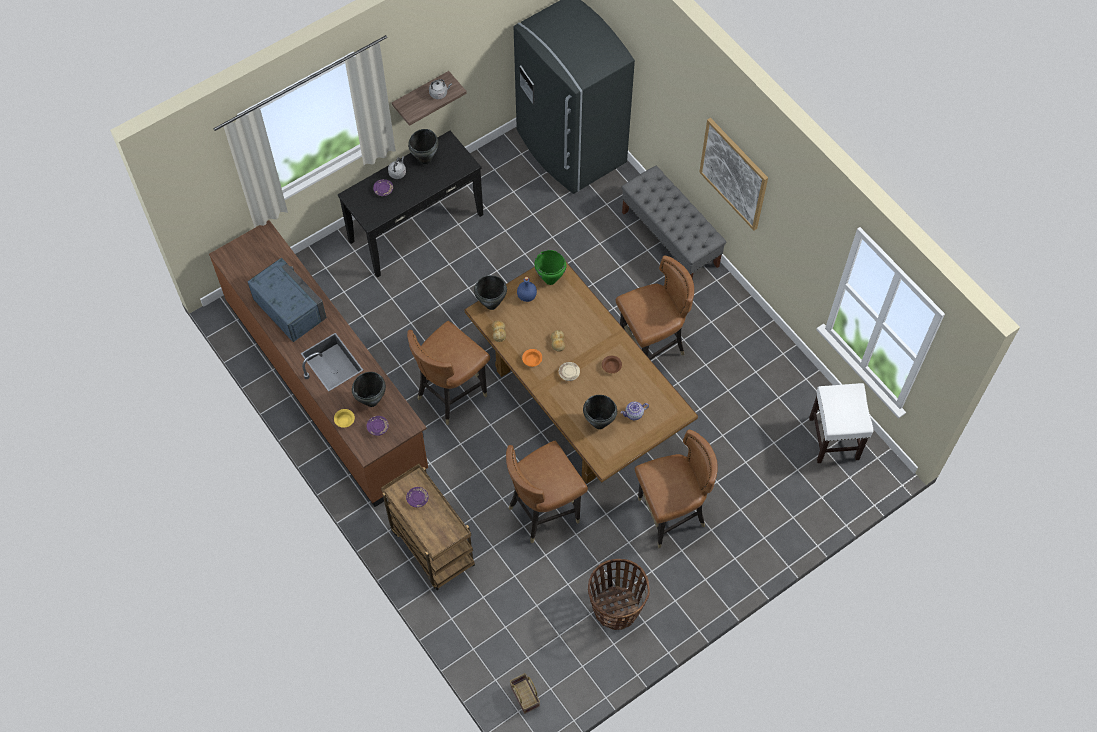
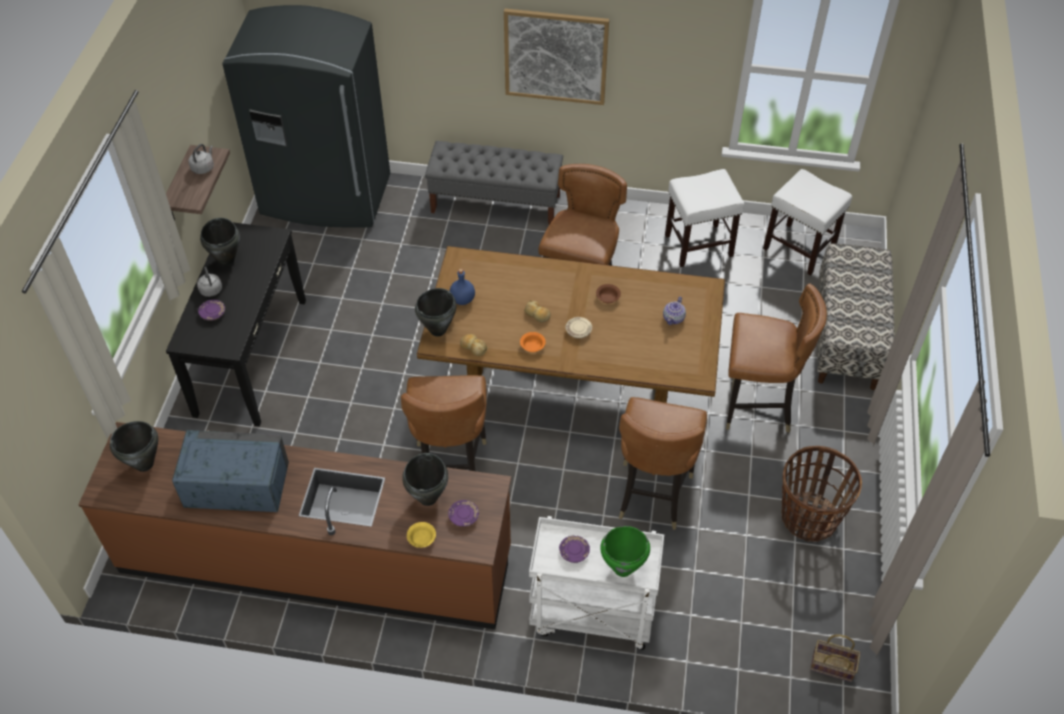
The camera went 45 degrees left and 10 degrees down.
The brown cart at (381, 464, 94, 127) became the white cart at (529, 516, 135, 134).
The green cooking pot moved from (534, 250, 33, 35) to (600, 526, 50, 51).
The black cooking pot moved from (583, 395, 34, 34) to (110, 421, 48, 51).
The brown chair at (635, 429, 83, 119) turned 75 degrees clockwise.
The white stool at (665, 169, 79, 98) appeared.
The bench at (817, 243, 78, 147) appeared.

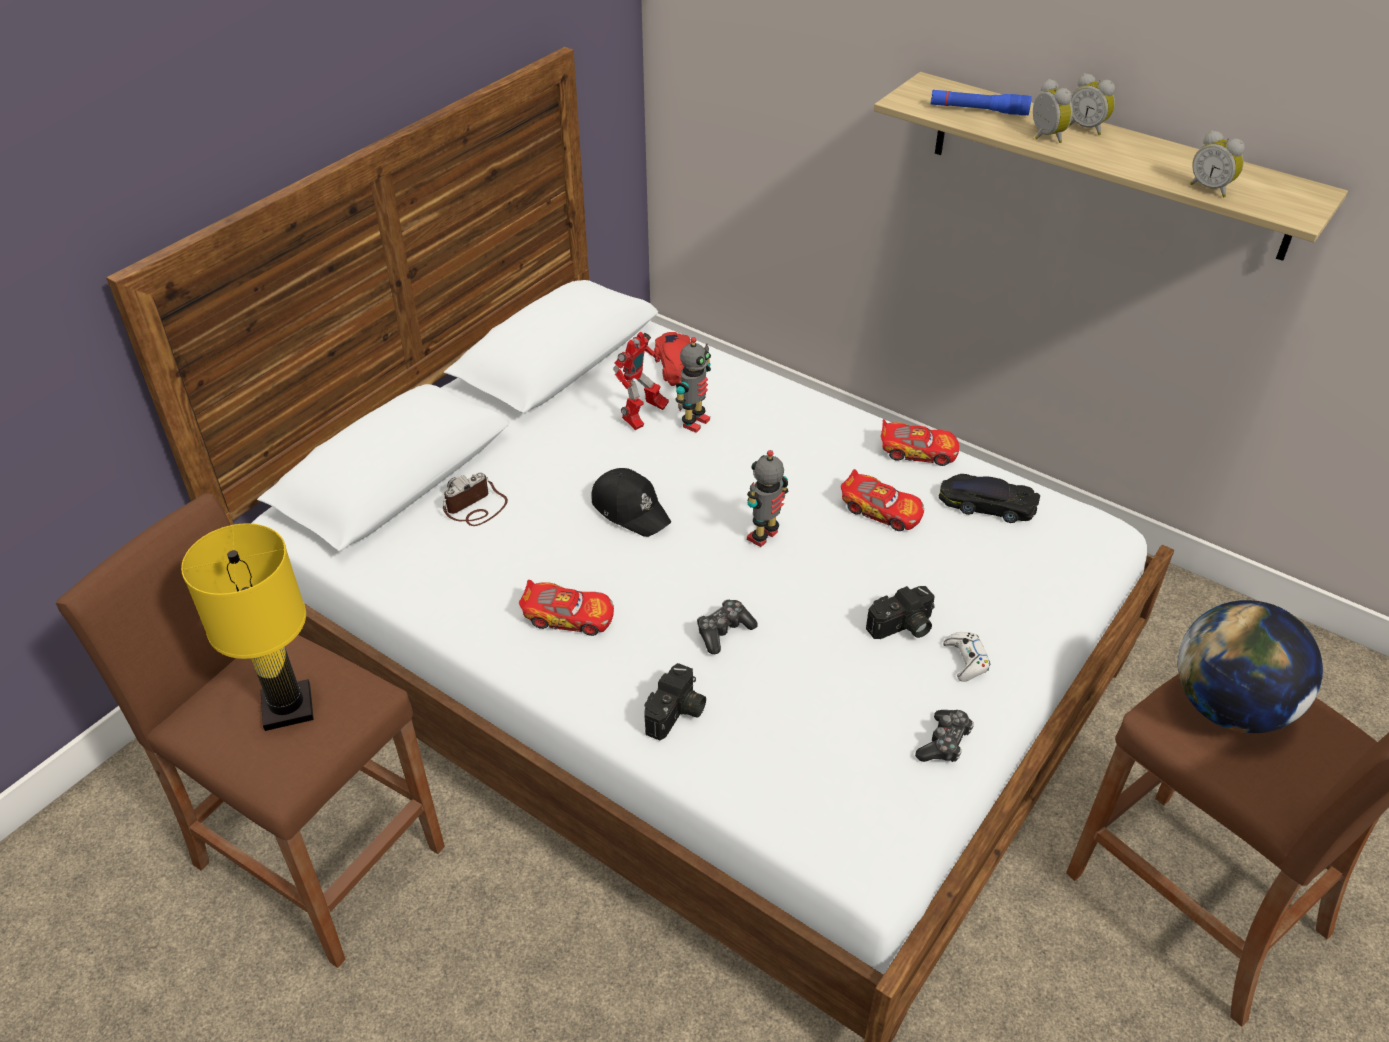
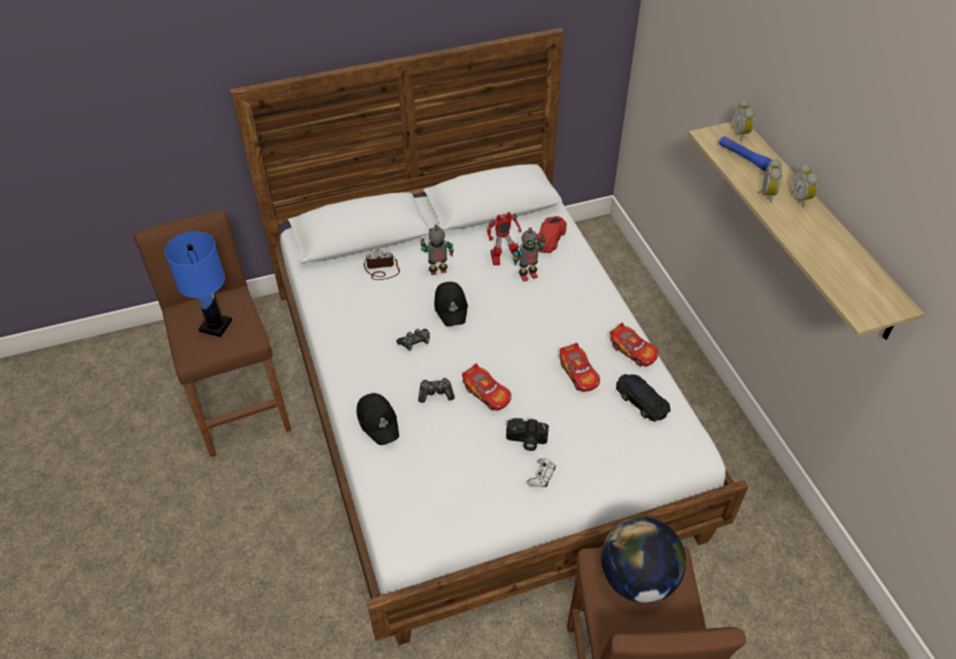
The camera went 35 degrees right and 5 degrees up.
The yellow table lamp at (181, 523, 133, 208) became the blue table lamp at (165, 231, 67, 106).
The toy car moved from (519, 580, 95, 56) to (462, 364, 49, 47).
The photo camera at (645, 663, 61, 77) was replaced by the black cap at (356, 393, 43, 52).
The toy robot moved from (747, 450, 41, 97) to (421, 225, 33, 50).
The game controller moved from (915, 710, 59, 52) to (397, 329, 33, 21).
The alarm clock moved from (1190, 130, 55, 68) to (733, 100, 22, 41).

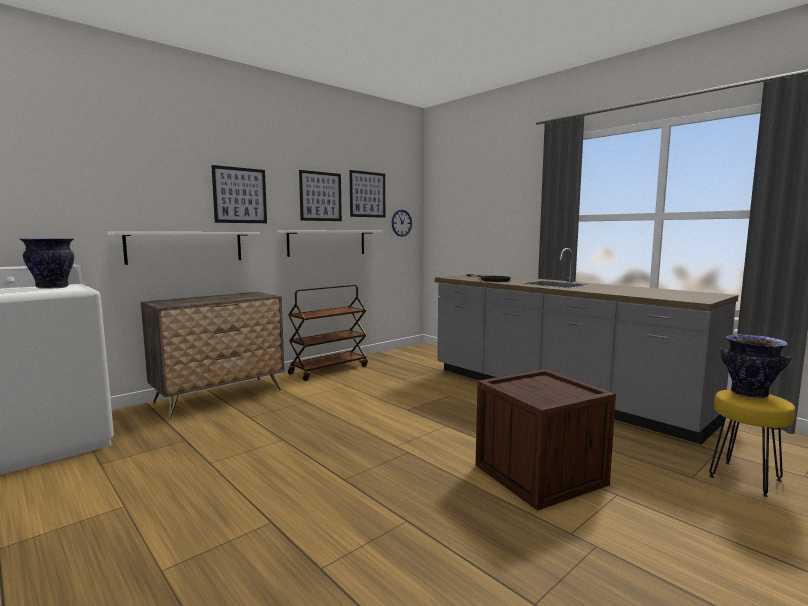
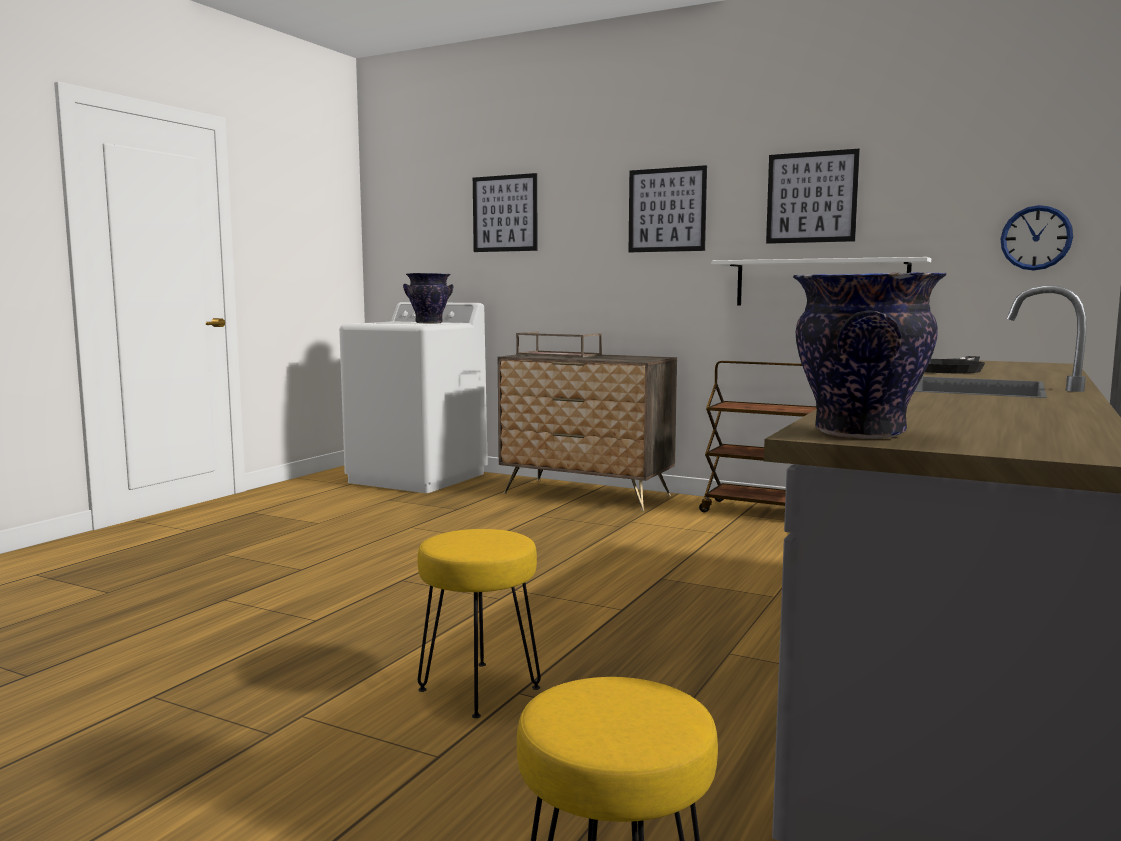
The camera went 70 degrees right and 0 degrees up.
The white shelf at (108, 232, 152, 33) disappeared.
The picture moved from (349, 170, 36, 48) to (473, 173, 65, 79).
The crate at (476, 369, 140, 142) was replaced by the yellow stool at (418, 529, 123, 189).
The vase moved from (720, 334, 72, 65) to (793, 272, 154, 167).
The brown tray at (516, 331, 86, 27) appeared.

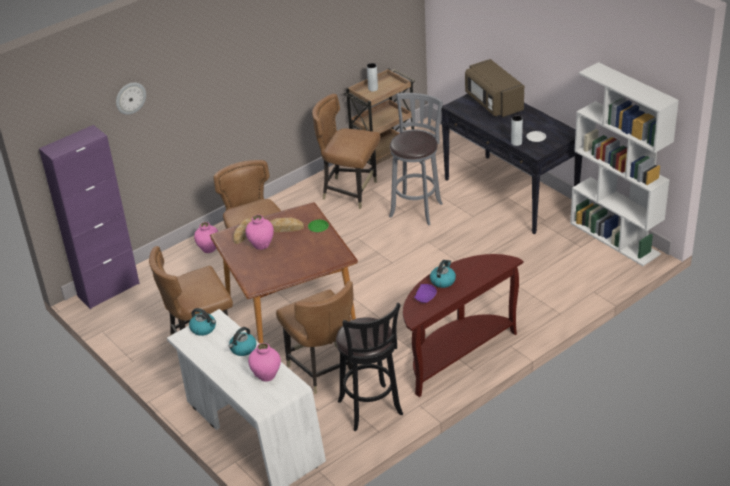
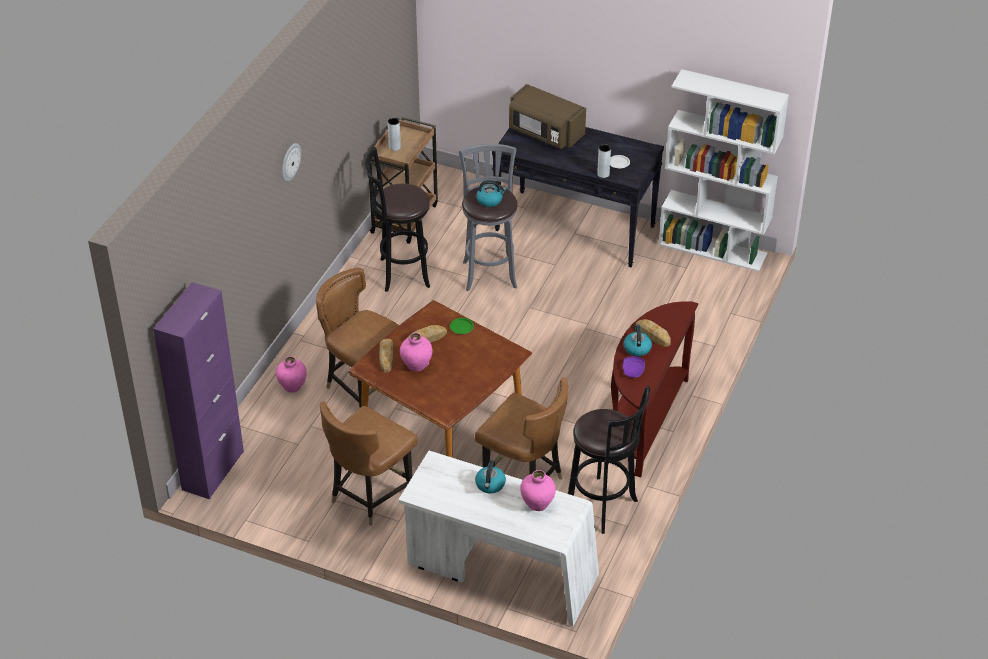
The camera went 30 degrees left and 5 degrees up.
The wall clock moved from (116, 82, 30, 33) to (282, 143, 19, 39).
The kettle moved from (189, 308, 27, 28) to (476, 180, 30, 27).
The brown chair at (312, 94, 68, 115) was replaced by the black stool at (365, 147, 65, 145).
The bread at (636, 319, 35, 28) appeared.

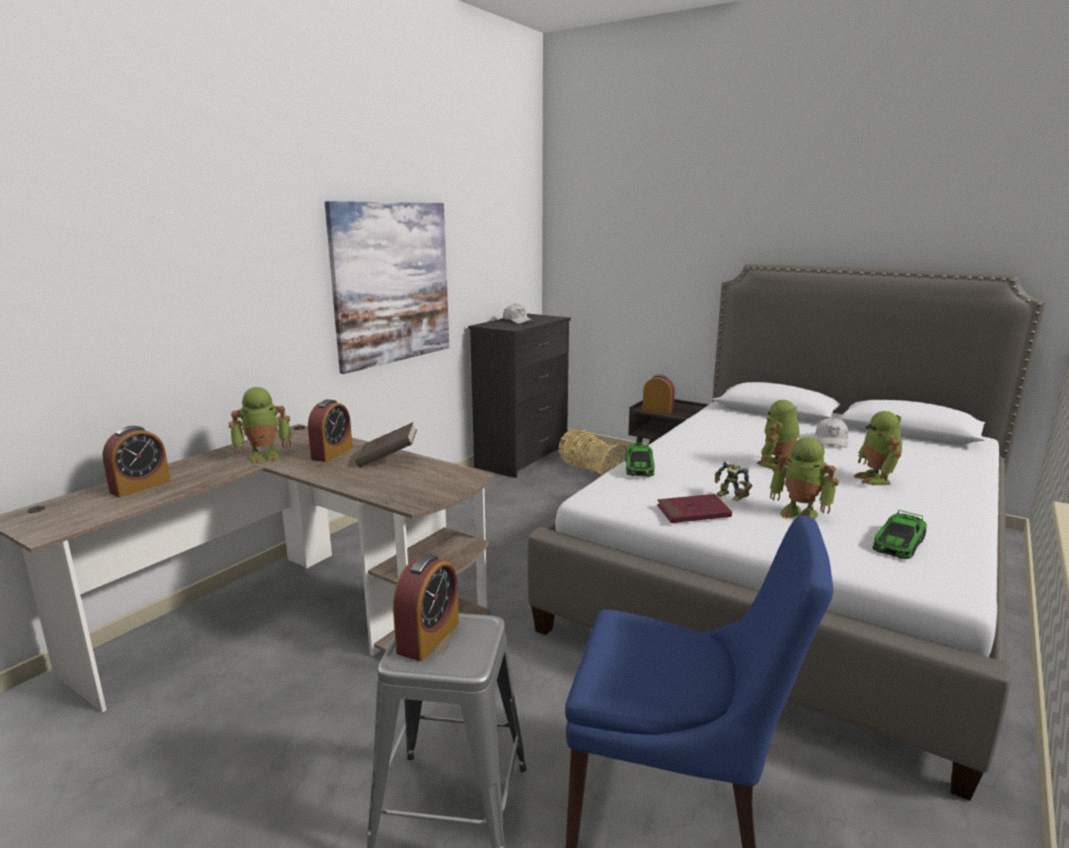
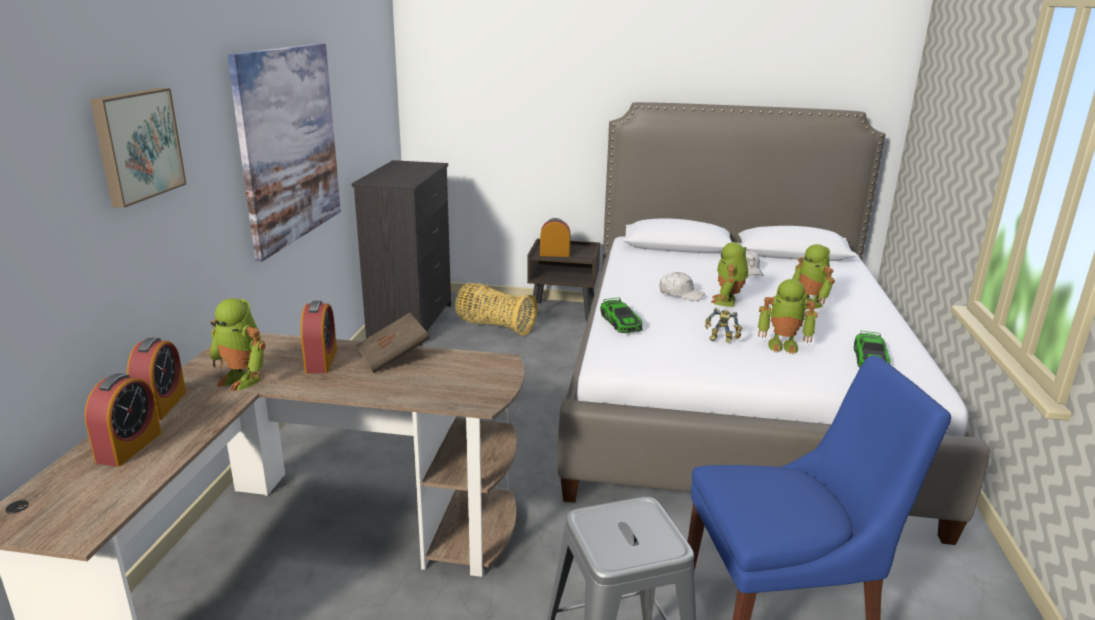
The camera went 25 degrees left and 5 degrees up.
The toy robot at (228, 387, 63, 77) turned 75 degrees clockwise.
The alarm clock moved from (393, 554, 66, 107) to (127, 338, 59, 82).
The white cap moved from (503, 304, 31, 20) to (660, 272, 45, 29).
The red book at (657, 494, 75, 29) disappeared.
The picture at (90, 88, 96, 120) appeared.

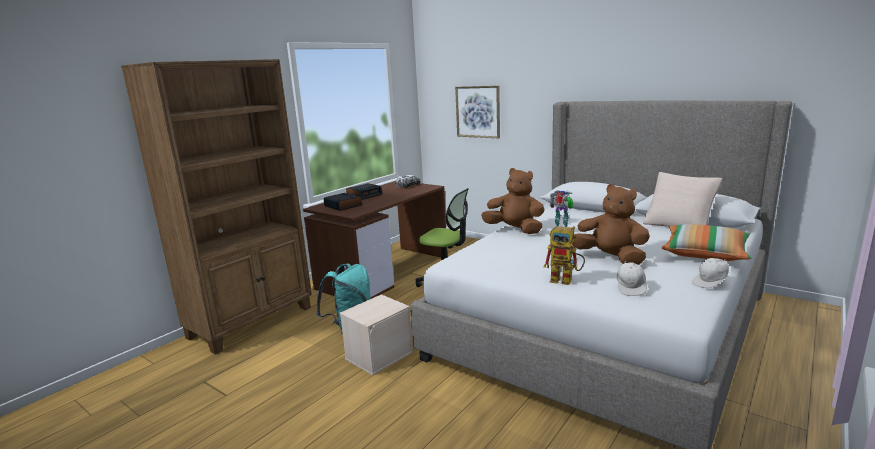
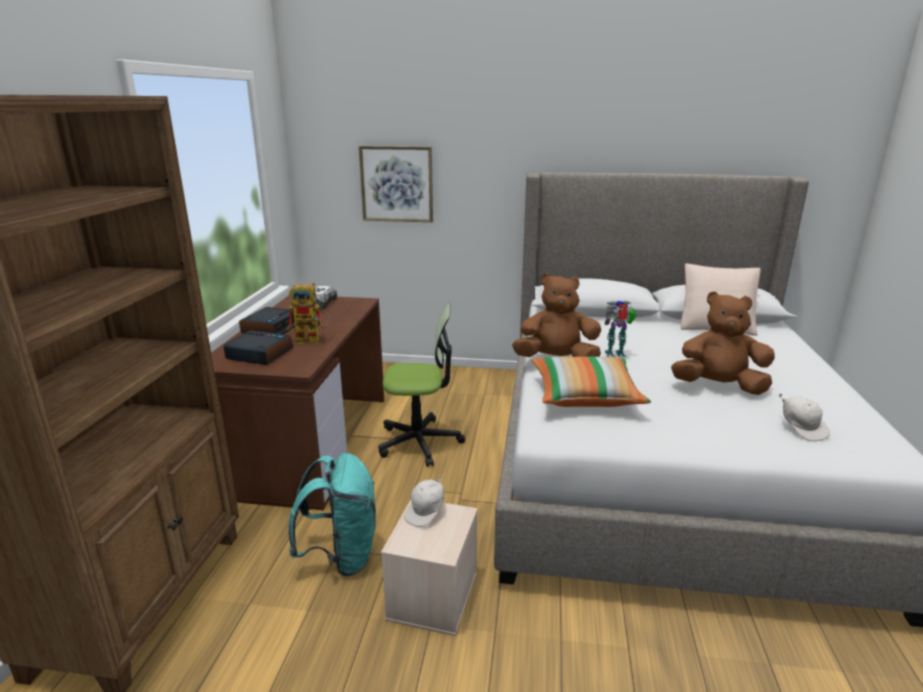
The camera went 30 degrees left and 5 degrees up.
The toy robot moved from (544, 226, 41, 59) to (287, 282, 42, 62).
The pillow moved from (661, 224, 90, 37) to (531, 357, 120, 50).
The white cap moved from (692, 258, 37, 30) to (405, 476, 39, 51).

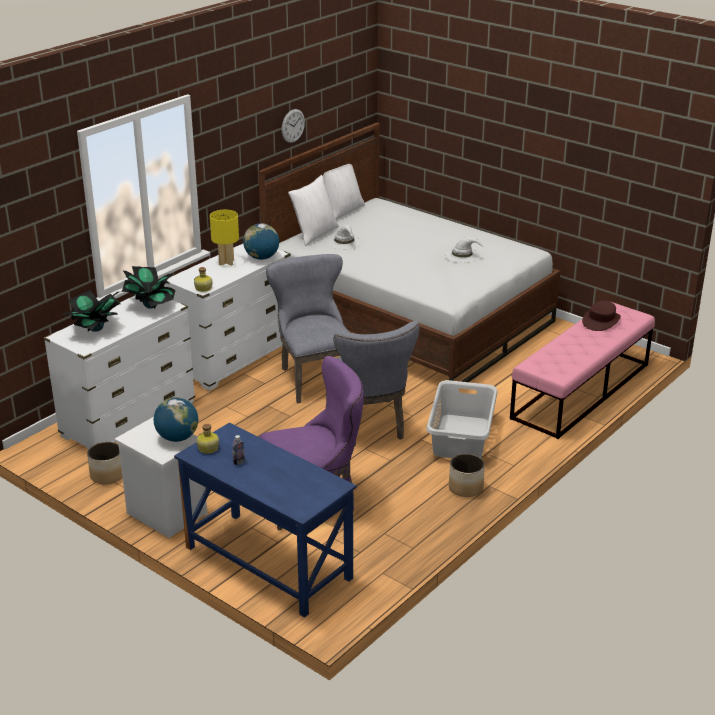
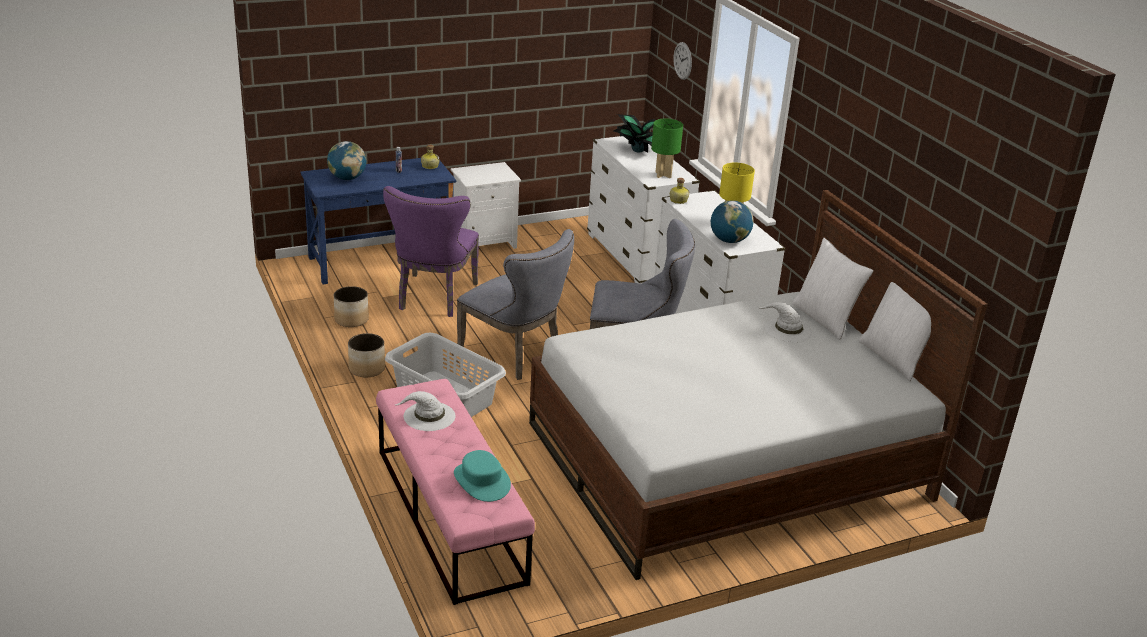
The camera went 115 degrees right and 0 degrees up.
The planter moved from (87, 442, 35, 42) to (334, 286, 35, 41).
The potted plant at (122, 266, 53, 43) was replaced by the green table lamp at (651, 119, 32, 59).
The globe moved from (154, 397, 44, 45) to (327, 141, 39, 39).
The wall clock moved from (282, 109, 23, 34) to (673, 42, 19, 38).
The grey chair at (326, 321, 93, 126) turned 150 degrees counterclockwise.
The white hat moved from (444, 237, 40, 26) to (396, 391, 59, 40).
The brown hat at (582, 300, 39, 31) became the turquoise hat at (454, 450, 57, 52).

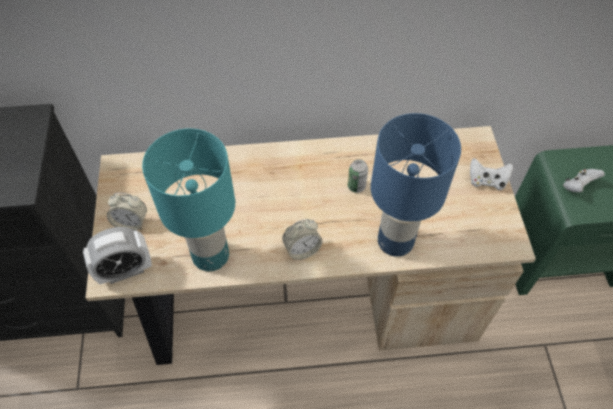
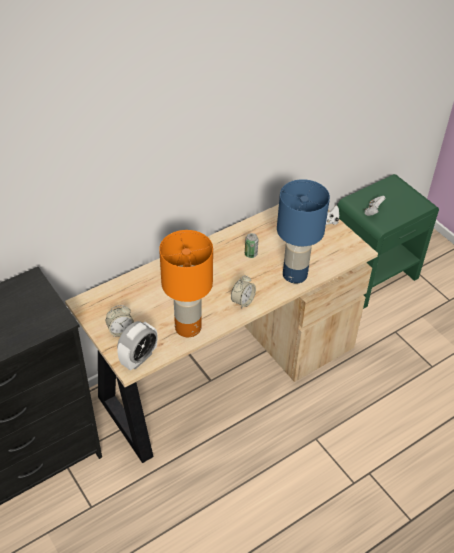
The camera went 30 degrees left and 10 degrees down.
The turquoise table lamp at (142, 128, 93, 143) became the orange table lamp at (159, 230, 54, 107).

